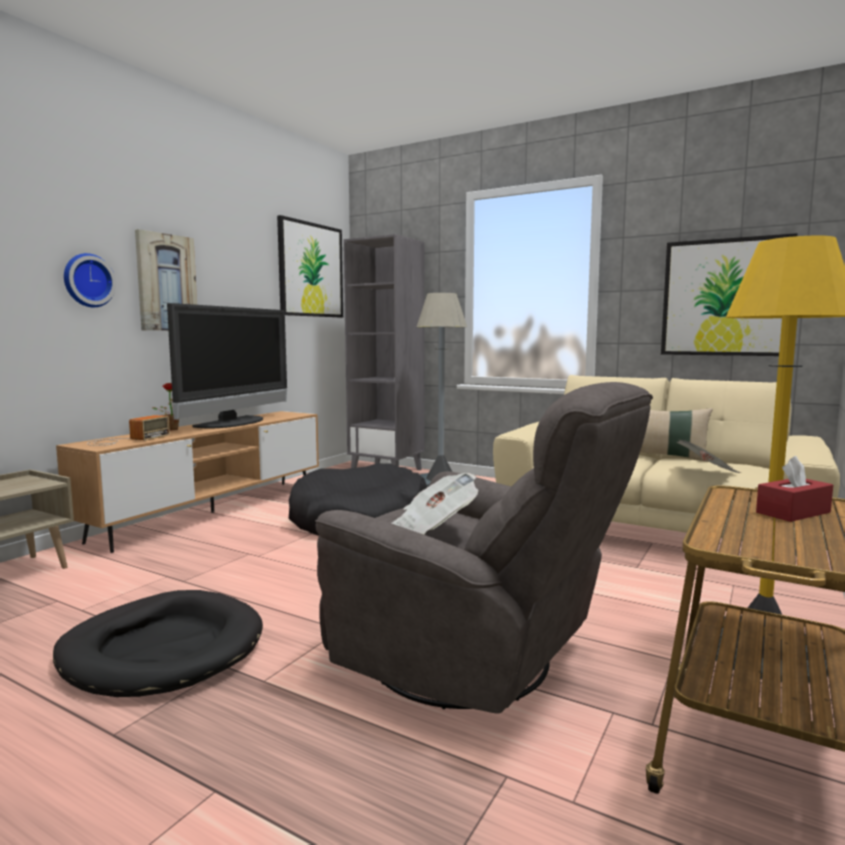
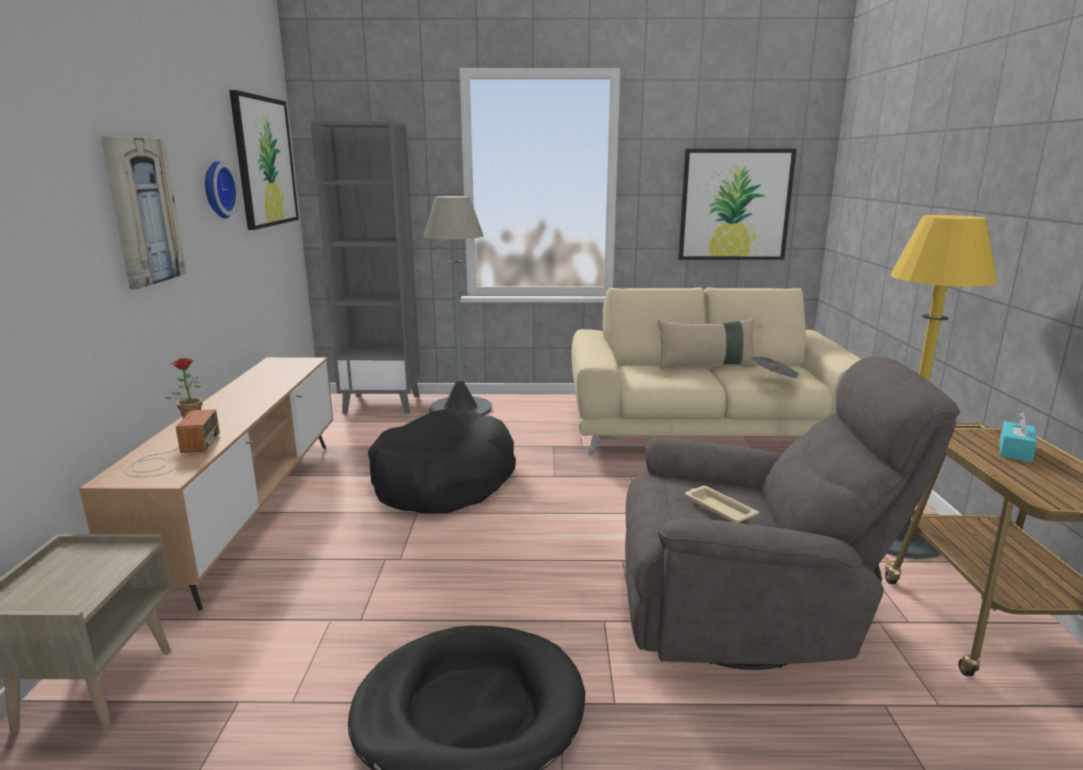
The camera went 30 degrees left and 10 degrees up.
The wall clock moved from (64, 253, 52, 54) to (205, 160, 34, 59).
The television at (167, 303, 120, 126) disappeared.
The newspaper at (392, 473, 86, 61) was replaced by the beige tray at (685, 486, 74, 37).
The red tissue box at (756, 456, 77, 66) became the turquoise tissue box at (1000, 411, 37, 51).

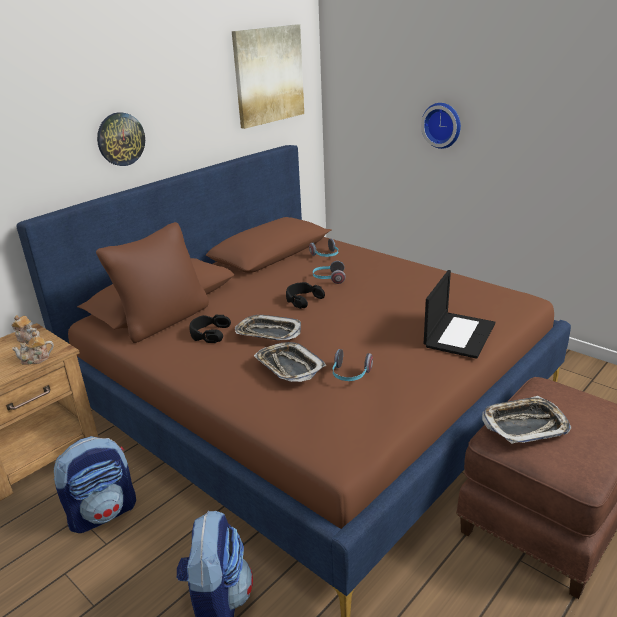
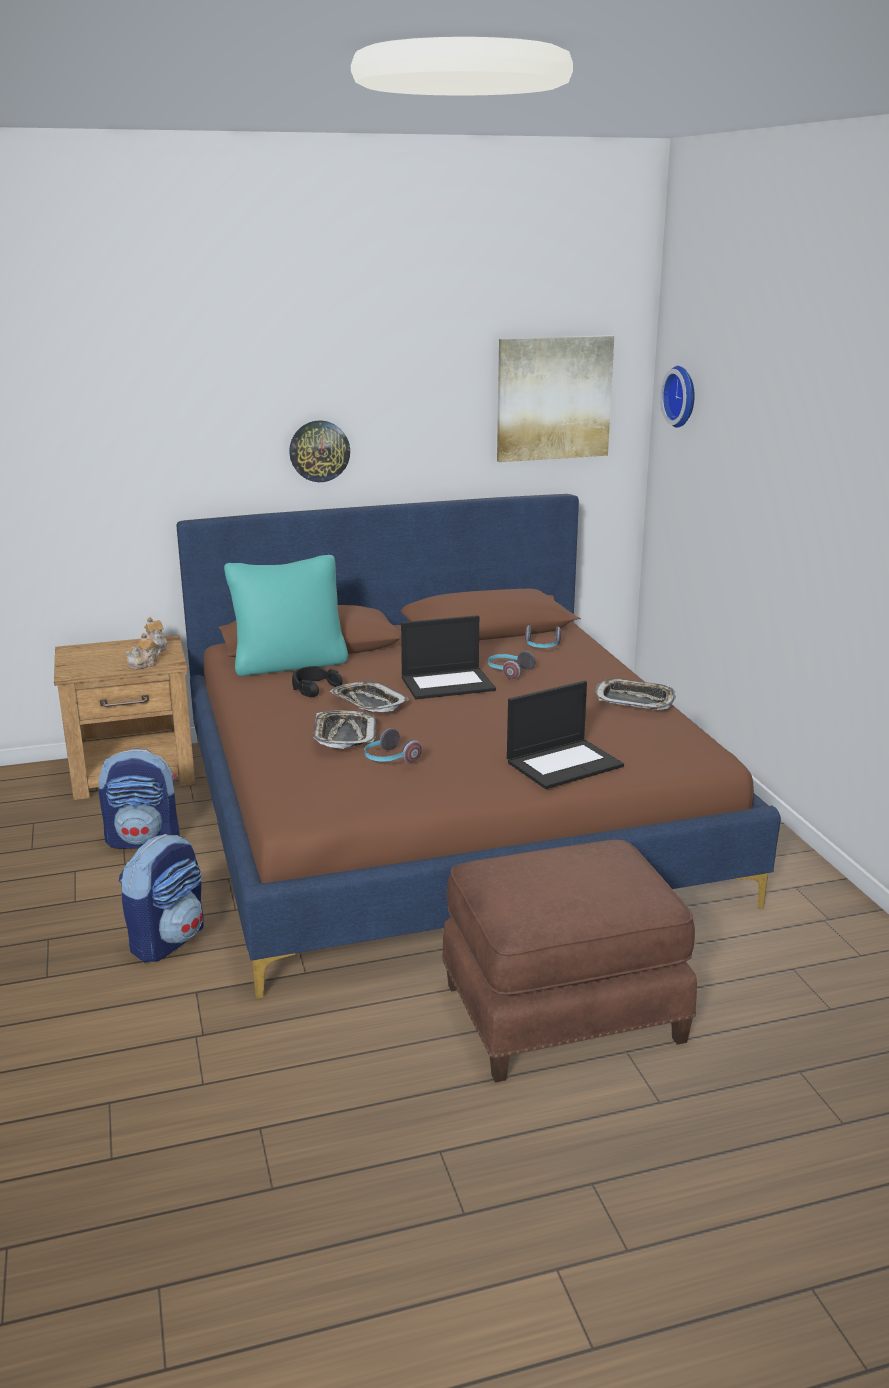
The camera went 30 degrees right and 5 degrees down.
The teapot at (12, 331, 42, 34) turned 60 degrees counterclockwise.
The brown pillow at (96, 222, 113, 121) became the turquoise pillow at (224, 555, 124, 121).
The black headphones at (286, 282, 39, 27) was replaced by the laptop at (401, 615, 95, 84).
The wall clock moved from (421, 103, 40, 46) to (660, 366, 35, 62).
The tray moved from (482, 396, 89, 48) to (594, 679, 82, 31).

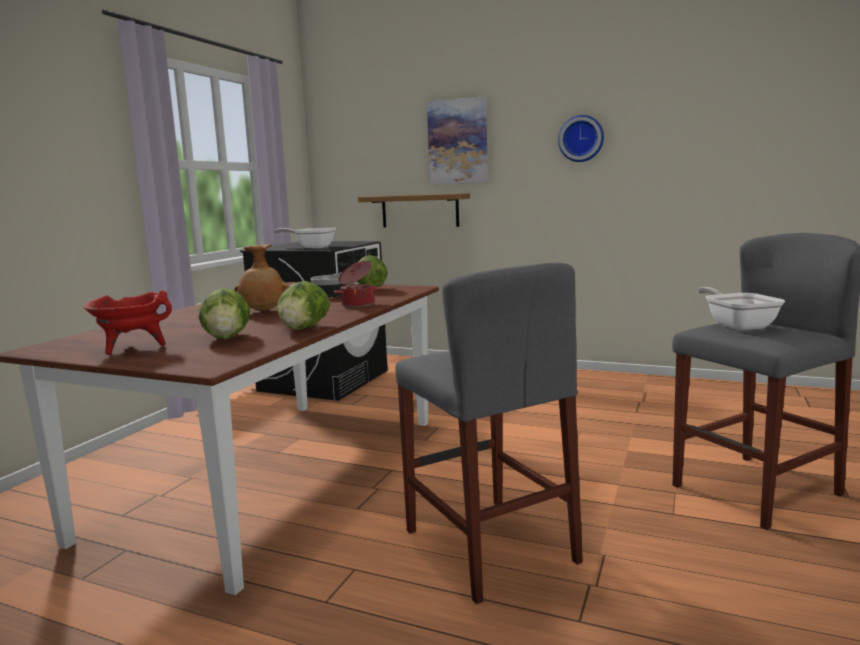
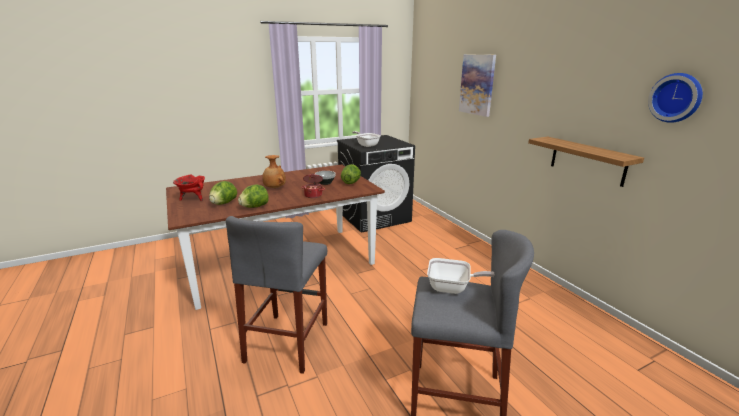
The camera went 40 degrees right and 10 degrees up.
The shelf moved from (358, 193, 112, 35) to (528, 137, 116, 50).
The wall clock moved from (558, 115, 46, 47) to (648, 73, 55, 50).
The frying pan at (697, 287, 88, 44) turned 75 degrees clockwise.

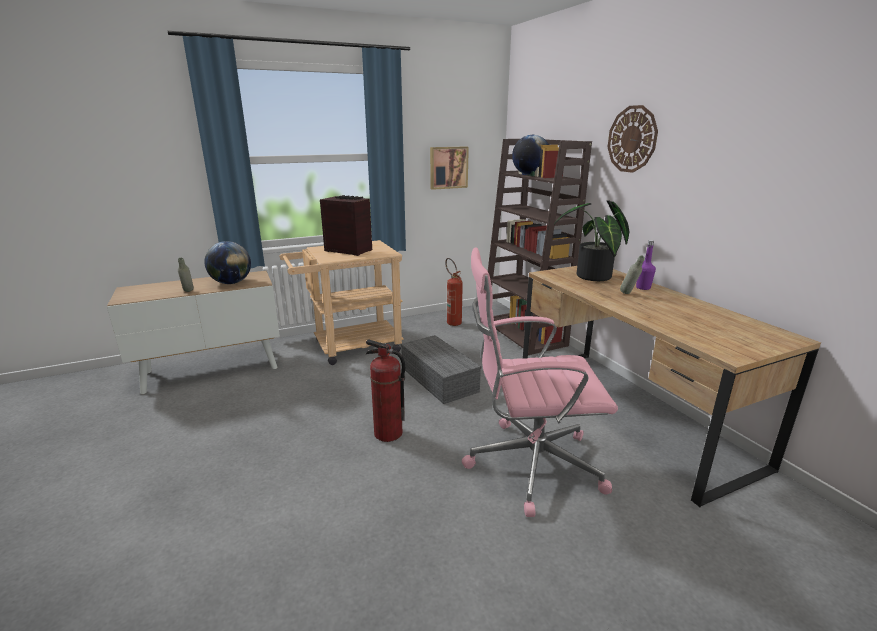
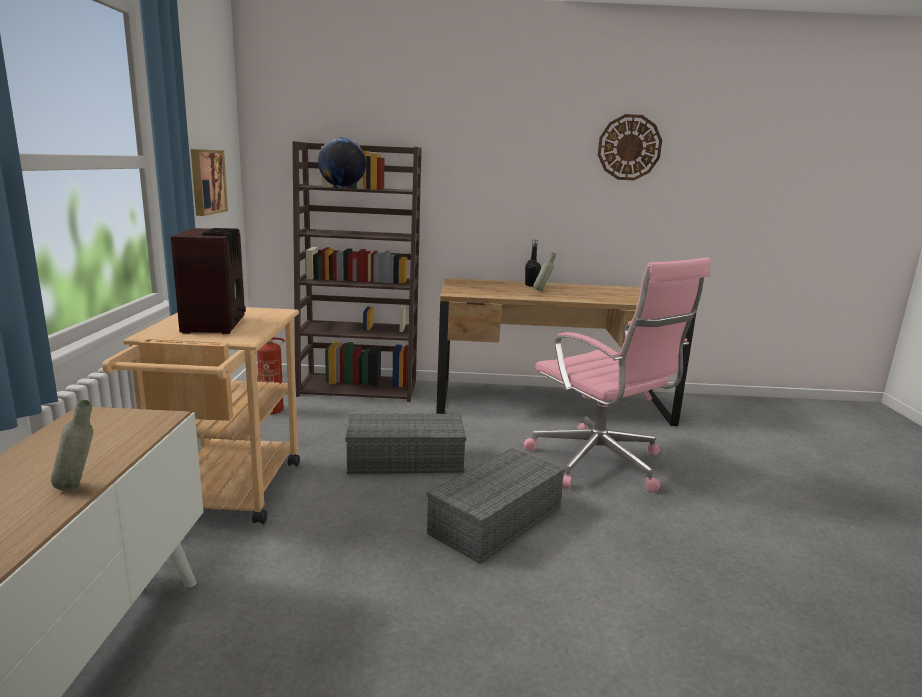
The camera went 65 degrees left and 5 degrees down.
The globe at (204, 241, 47, 43) disappeared.
The radio at (320, 195, 52, 61) turned 120 degrees clockwise.
The fire extinguisher at (366, 340, 40, 102) was replaced by the grey storage box at (427, 448, 138, 116).
The pink office chair at (462, 248, 156, 269) turned 60 degrees counterclockwise.
The potted plant at (554, 200, 76, 81) disappeared.
The wall clock moved from (608, 105, 50, 68) to (598, 114, 64, 66).
The purple bottle at (636, 240, 20, 50) became the black bottle at (525, 240, 16, 47).

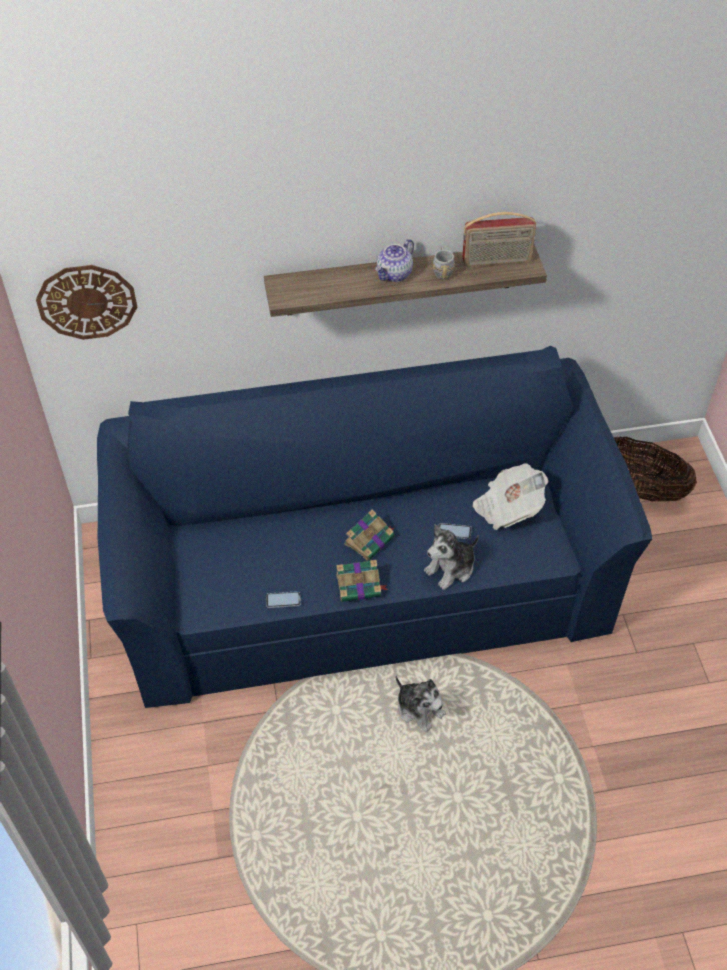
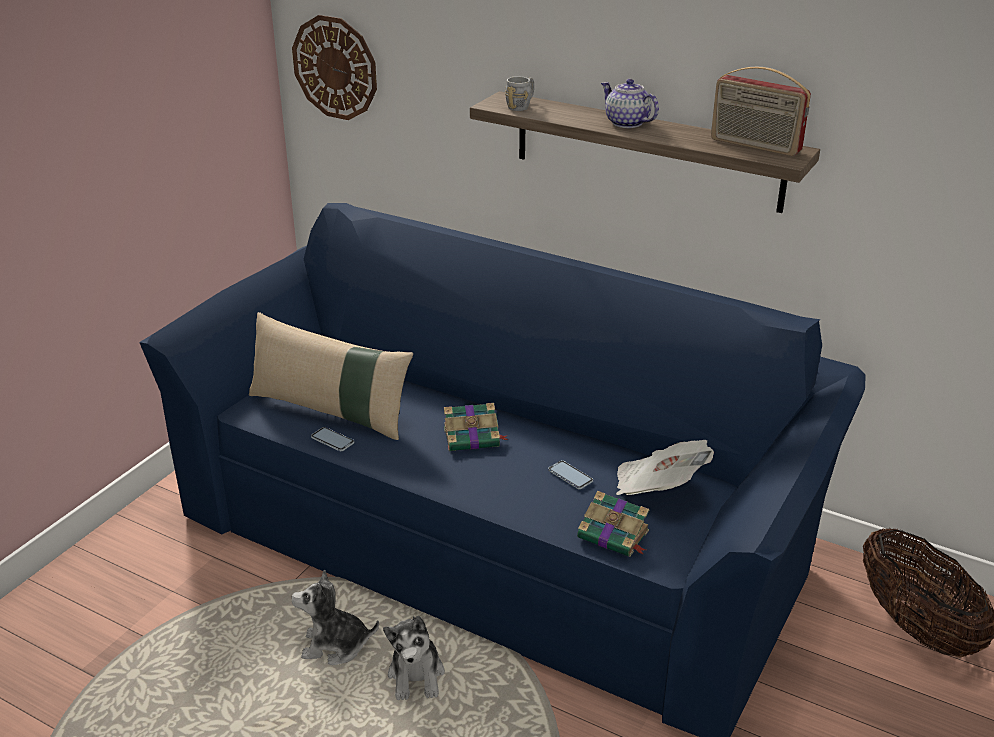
The camera went 40 degrees right and 20 degrees down.
The book moved from (336, 560, 52, 42) to (577, 491, 72, 66).
The teapot at (375, 239, 39, 43) turned 60 degrees clockwise.
The plush toy moved from (424, 524, 55, 66) to (292, 570, 87, 95).
The grey mug moved from (433, 246, 22, 33) to (505, 76, 29, 35).
The beige pillow at (249, 312, 164, 128) appeared.

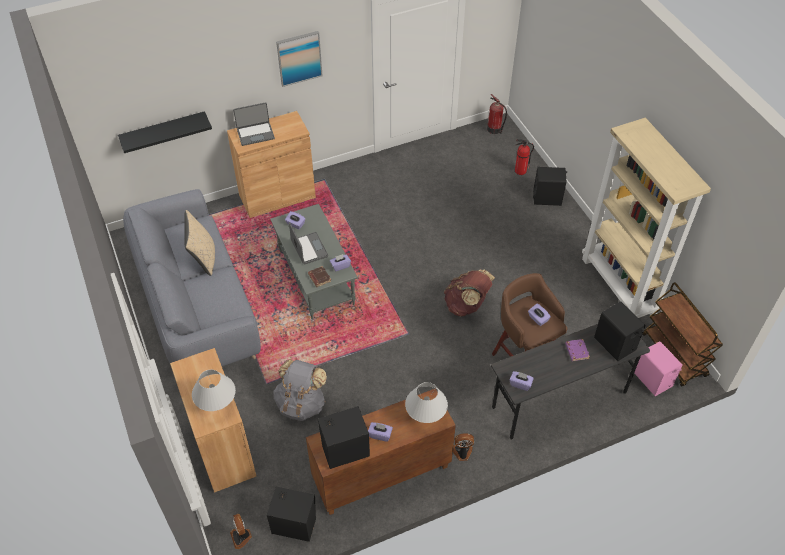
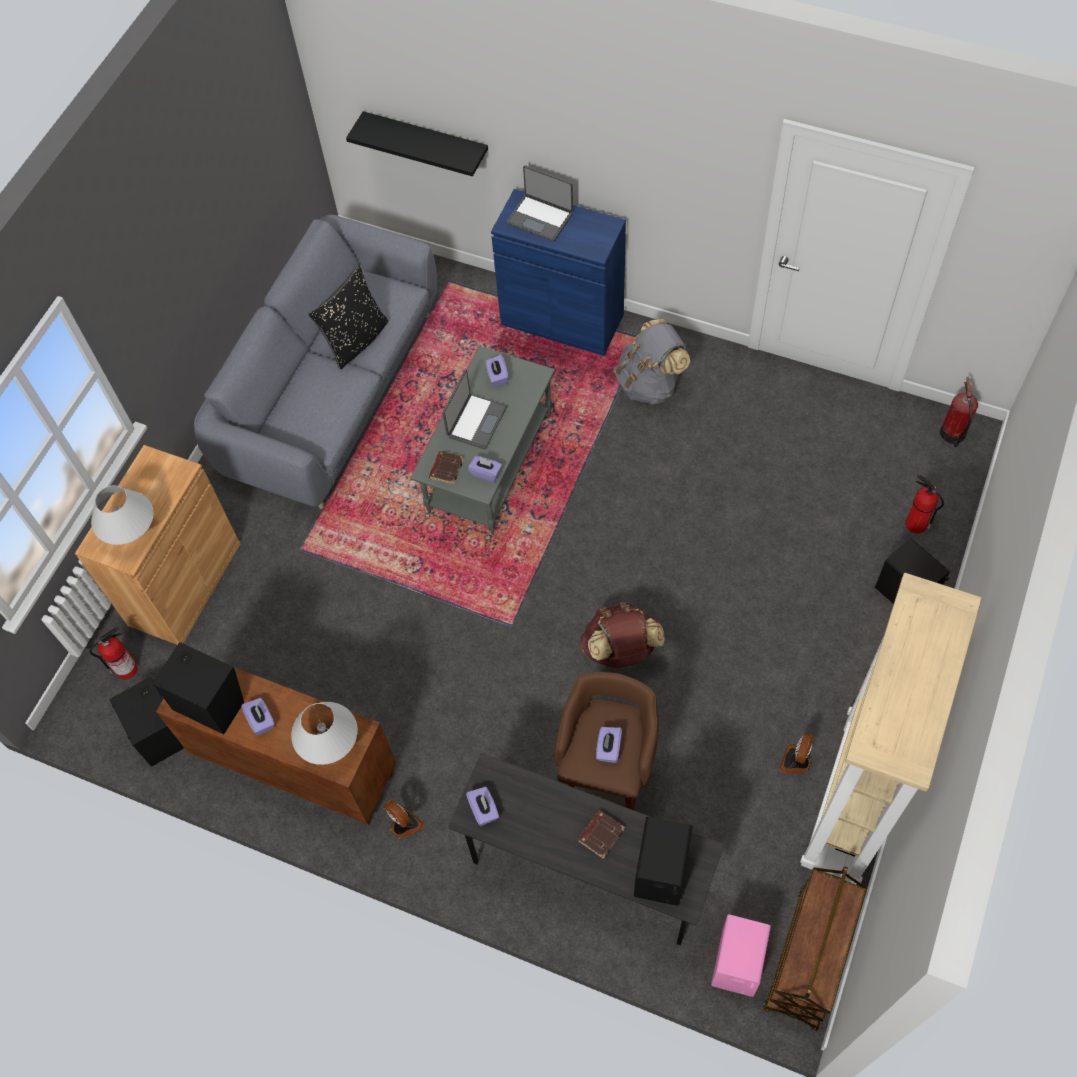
The camera went 50 degrees right and 10 degrees up.
The beige pillow at (184, 210, 31, 66) became the black pillow at (308, 265, 81, 104).
The brown cabinet at (227, 111, 89, 107) became the blue cabinet at (491, 189, 135, 167).
The fan moved from (230, 514, 22, 35) to (779, 732, 35, 42).
The grey backpack moved from (273, 359, 54, 62) to (614, 319, 76, 86).
The picture at (276, 31, 47, 56) disappeared.
The purple book at (565, 339, 25, 22) became the brown book at (578, 810, 47, 49).
The fire extinguisher at (90, 627, 48, 52) appeared.

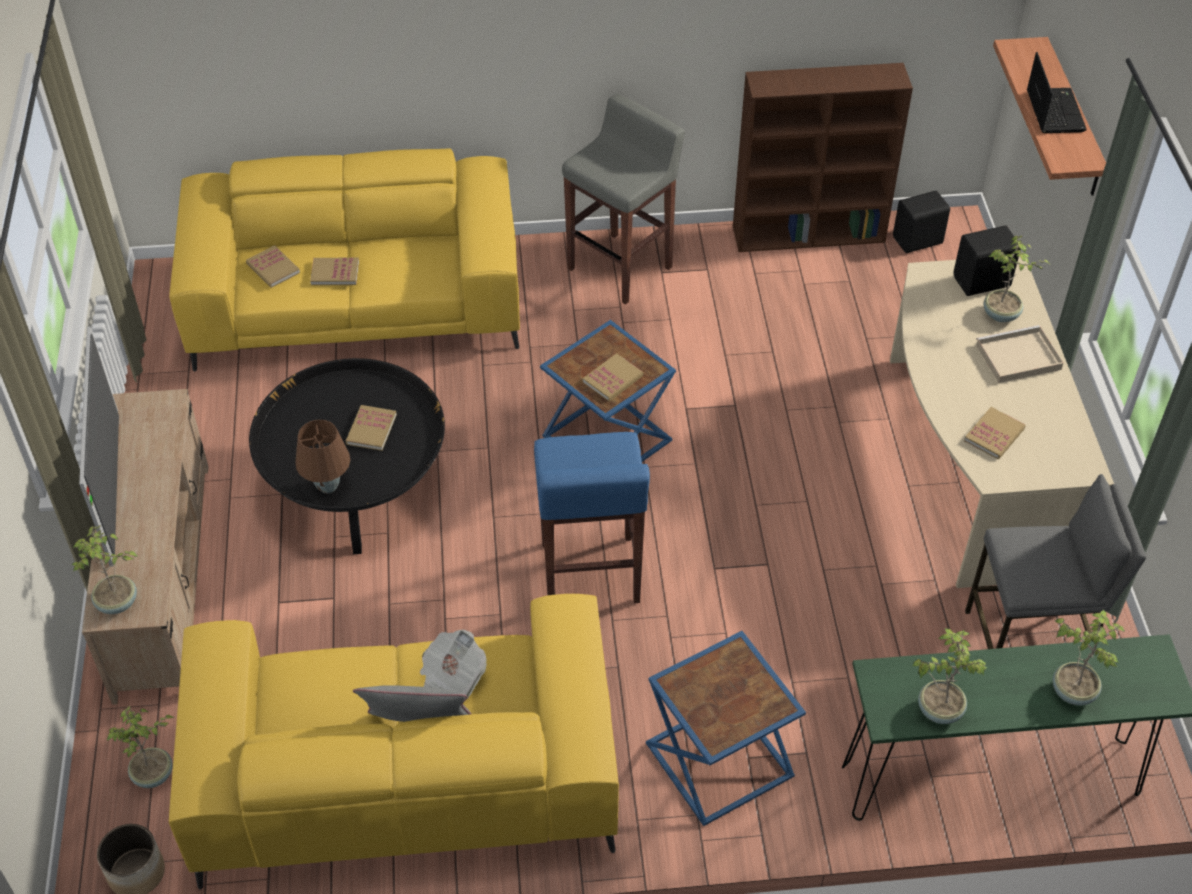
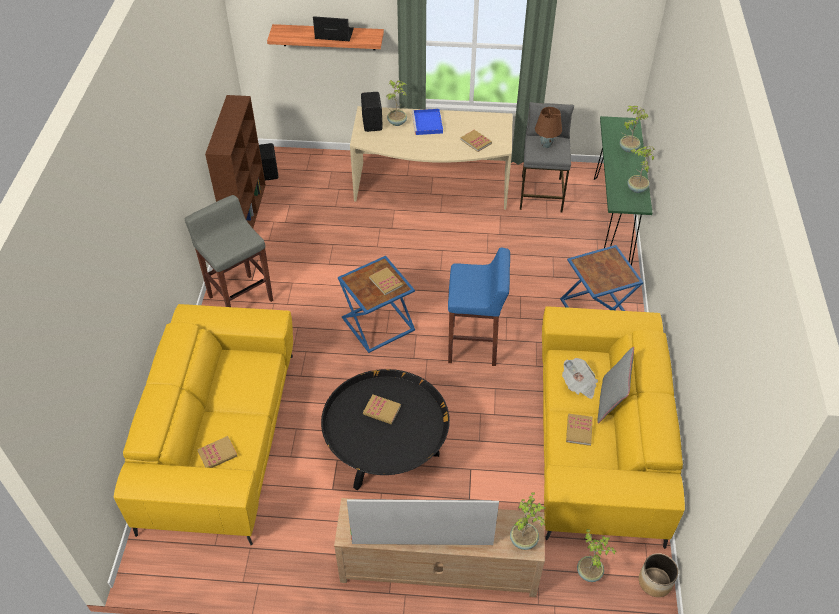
The camera went 80 degrees left and 0 degrees up.
The brown table lamp moved from (295, 420, 55, 74) to (535, 107, 27, 41).
The book moved from (310, 258, 49, 27) to (566, 414, 27, 32).
The beige tray at (976, 325, 87, 58) became the blue tray at (412, 109, 31, 26).

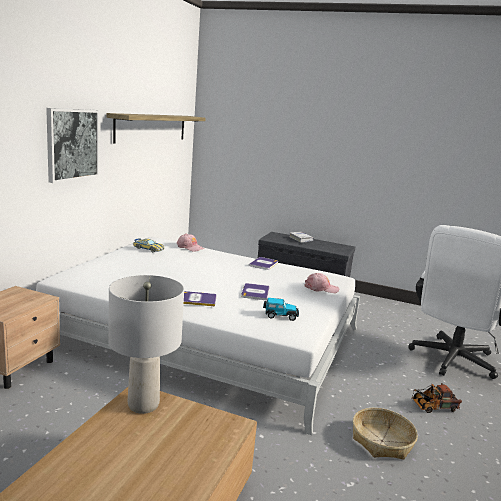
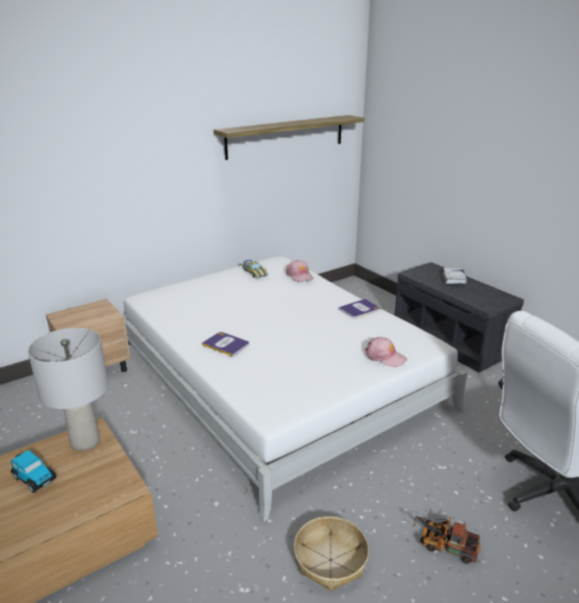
The camera went 35 degrees right and 10 degrees up.
The picture at (46, 108, 53, 75) disappeared.
The book at (241, 283, 28, 18) disappeared.
The toy car moved from (263, 298, 36, 23) to (11, 450, 45, 43).

